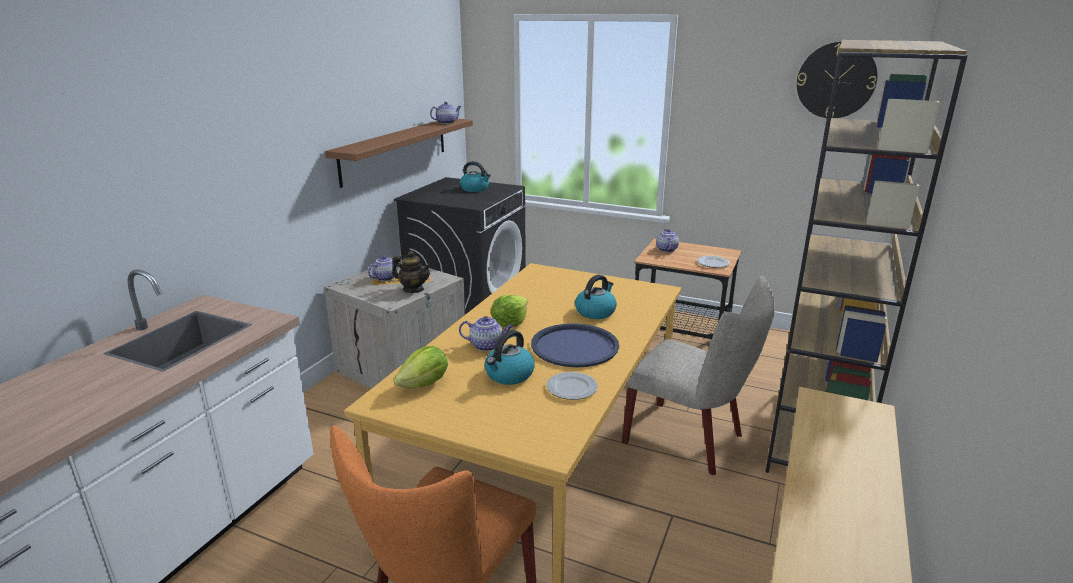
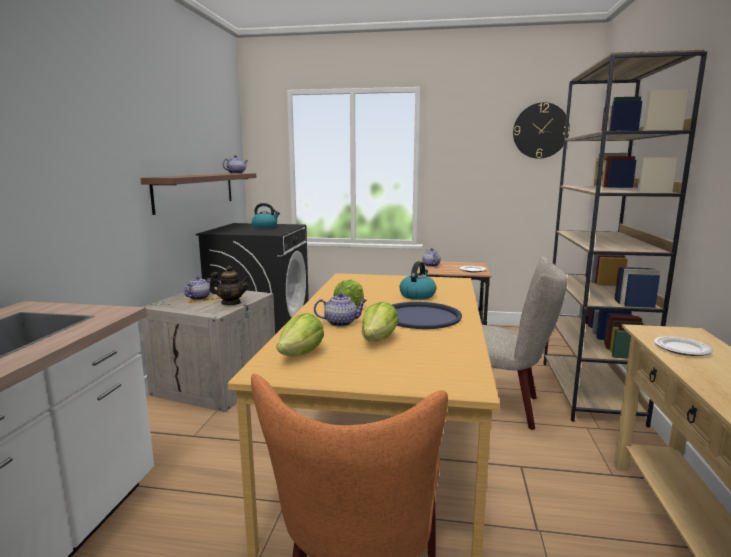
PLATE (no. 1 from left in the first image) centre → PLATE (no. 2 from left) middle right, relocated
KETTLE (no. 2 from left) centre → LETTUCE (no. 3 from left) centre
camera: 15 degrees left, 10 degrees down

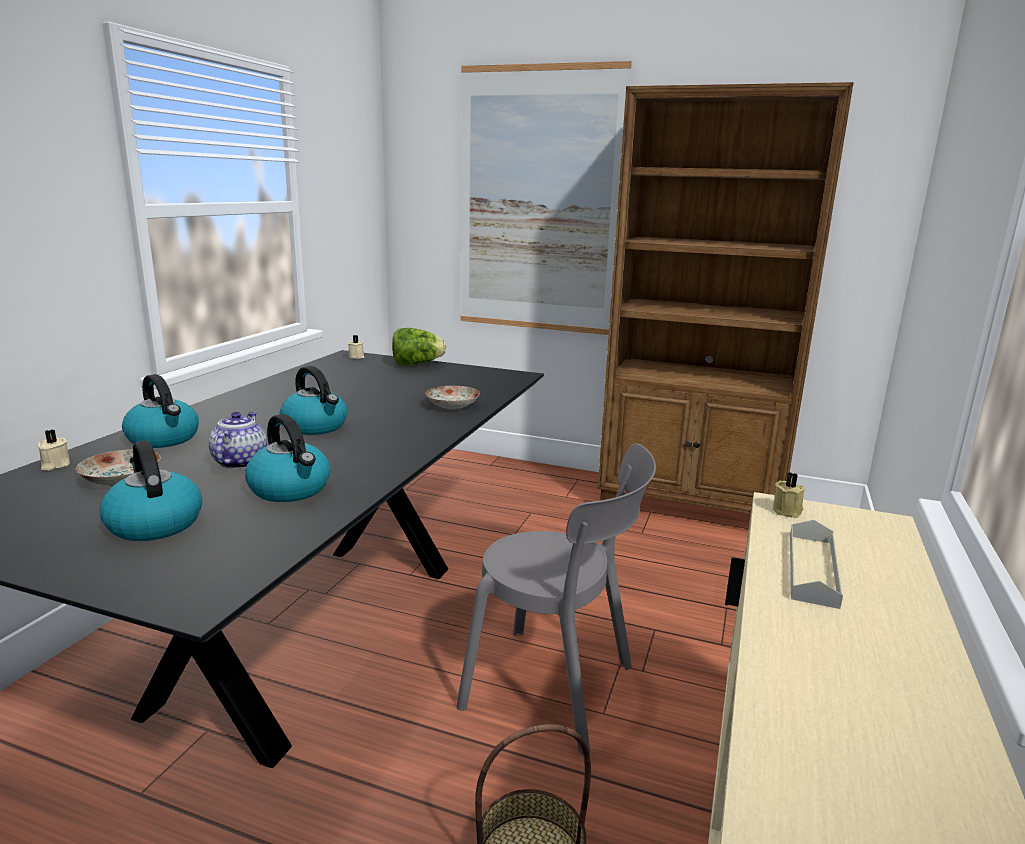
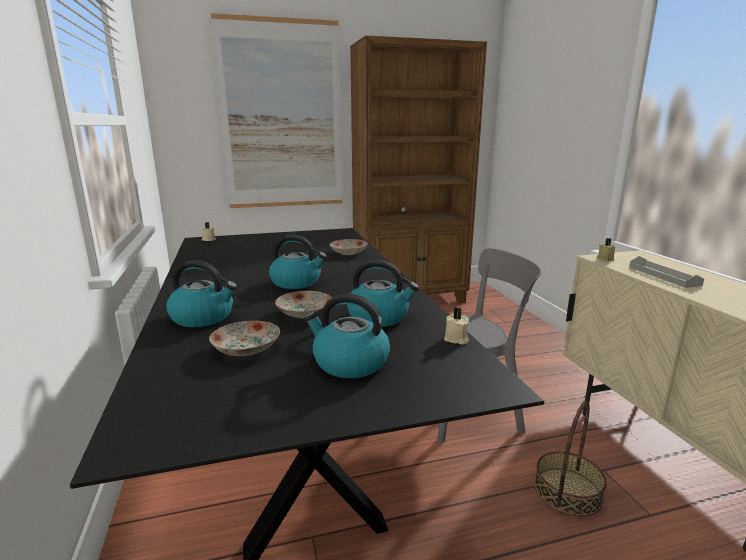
LETTUCE centre → -
BEIGE CANDLE (no. 1 from left in the first image) middle left → BEIGE CANDLE (no. 2 from left) centre, relocated
TEAPOT middle left → PLATE (no. 2 from left) centre
camera: 35 degrees left, 0 degrees up

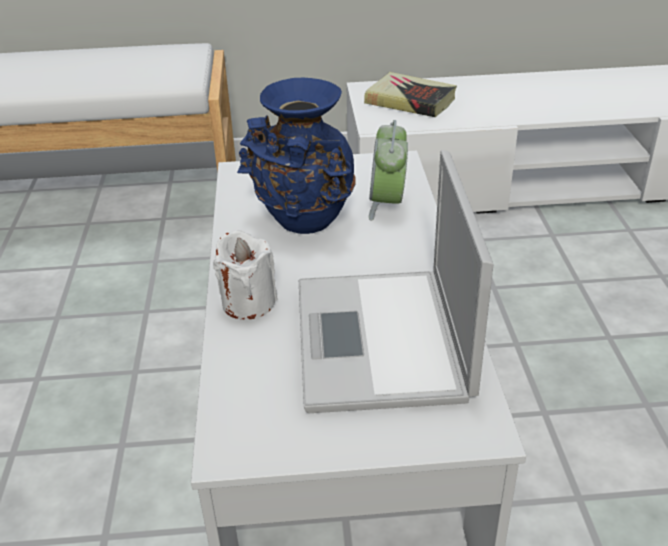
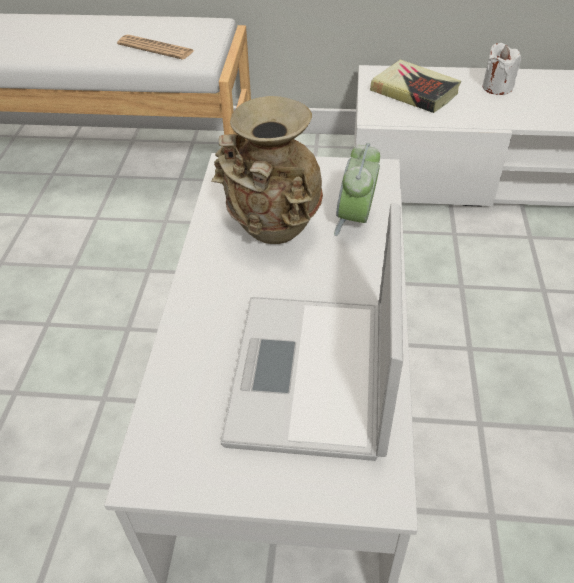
- → NEWSPAPER top left
WHITE CANDLE centre → WHITE CANDLE top right, relocated
BLUE VASE top centre → BEIGE VASE top centre
camera: 10 degrees right, 10 degrees up

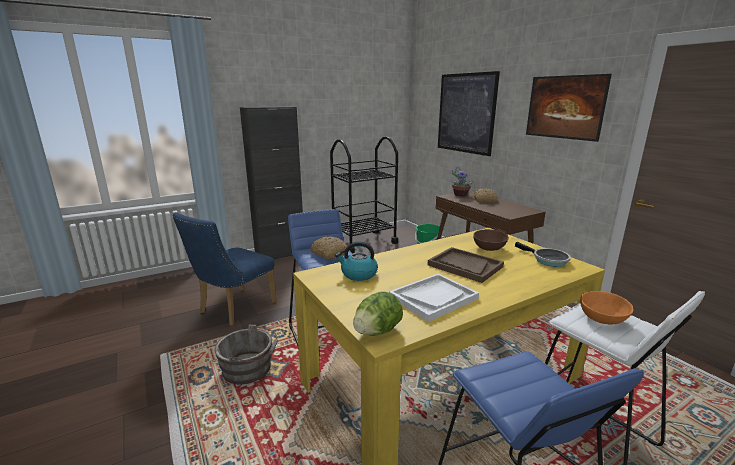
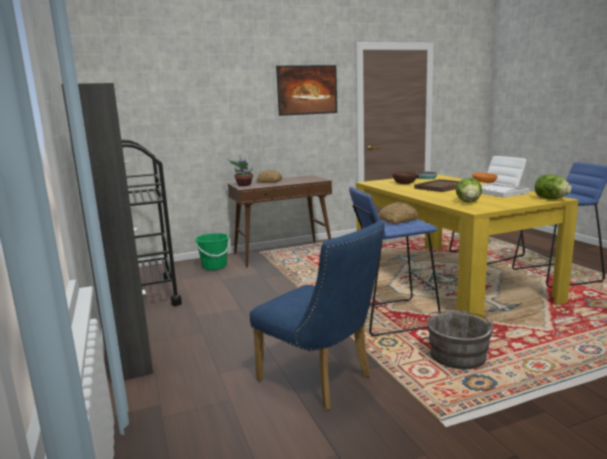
PICTURE (no. 1 from left) top centre → -
KETTLE centre → LETTUCE (no. 1 from left) middle right
camera: 80 degrees left, 5 degrees down

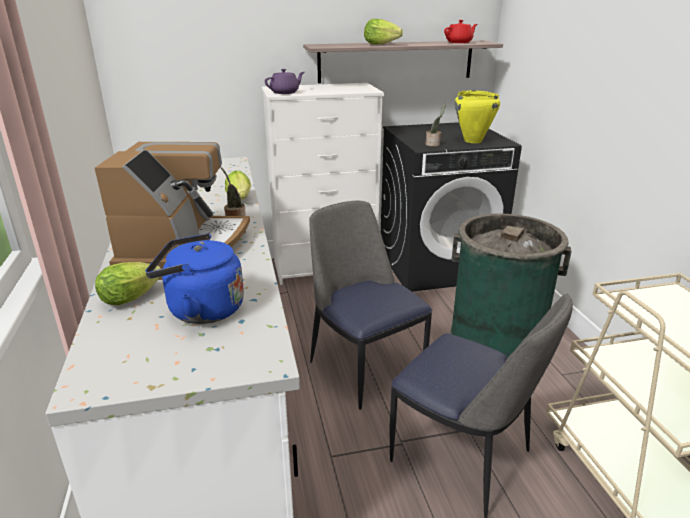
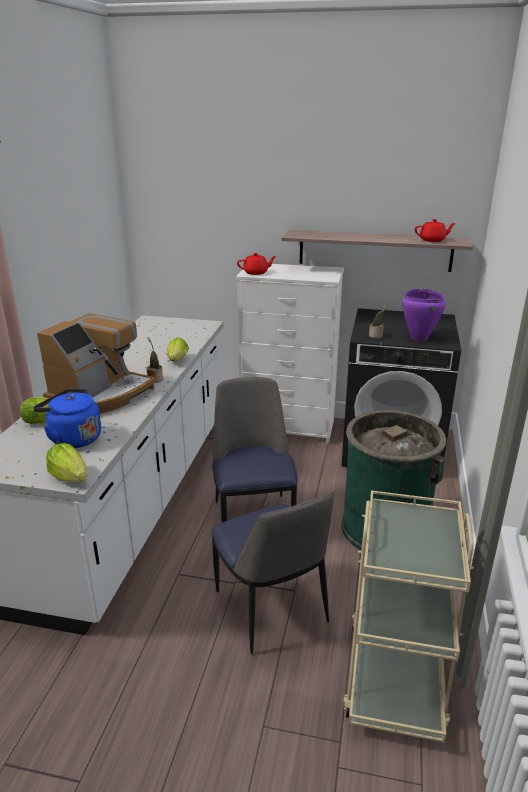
LETTUCE (no. 3 from left in the first image) top centre → LETTUCE (no. 2 from left) middle left, relocated
PURPLE TEAPOT top centre → RED TEAPOT (no. 1 from left) centre
YELLOW COOKING POT top right → PURPLE COOKING POT middle right
camera: 25 degrees right, 0 degrees up

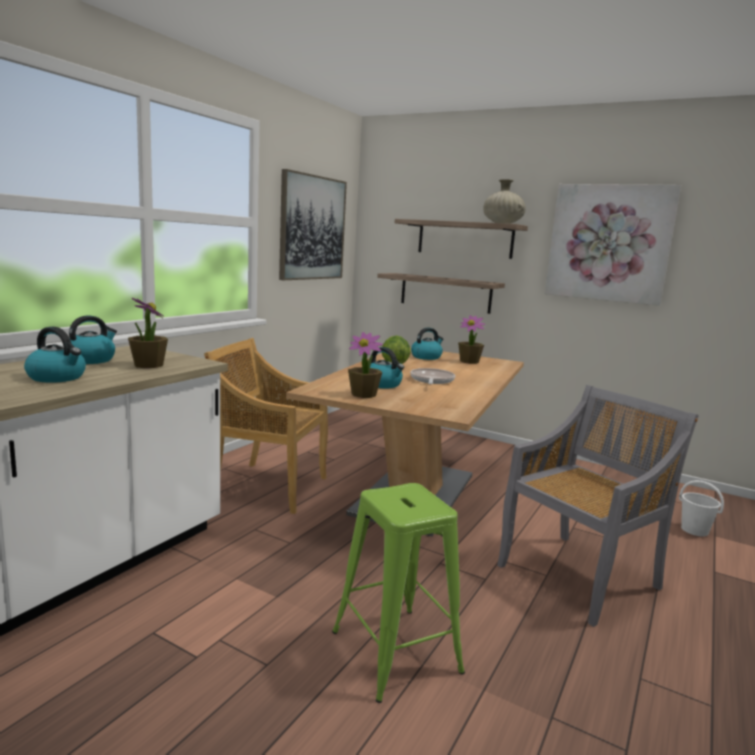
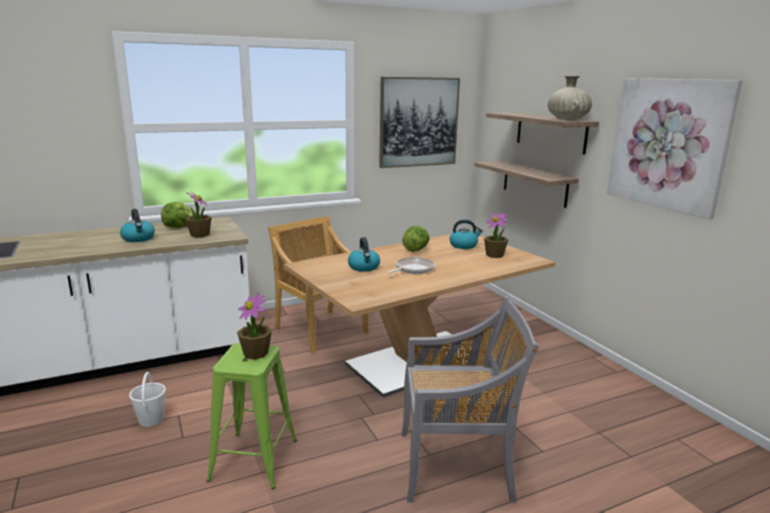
POTTED PLANT (no. 2 from left) centre → POTTED PLANT (no. 2 from left) middle left, relocated
WHITE BUCKET bottom right → WHITE BUCKET bottom left, relocated
KETTLE (no. 2 from left) middle left → LETTUCE (no. 1 from left) middle left
camera: 35 degrees right, 5 degrees up

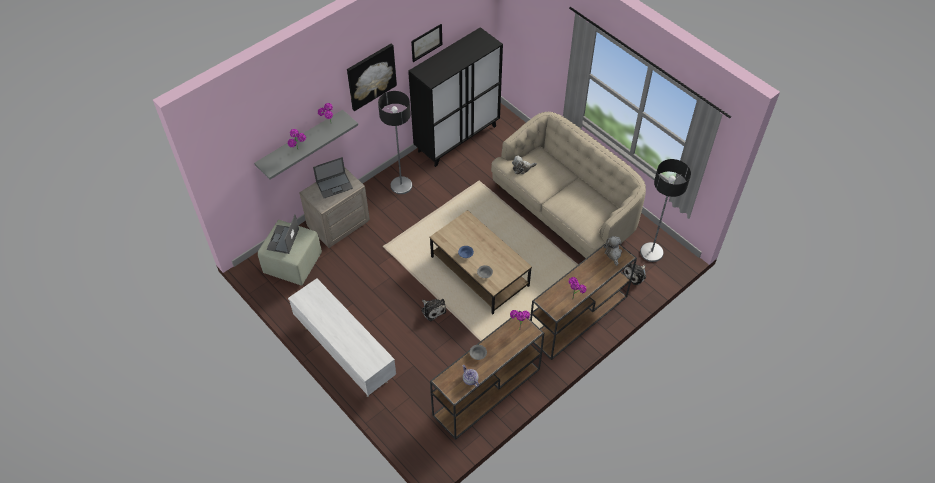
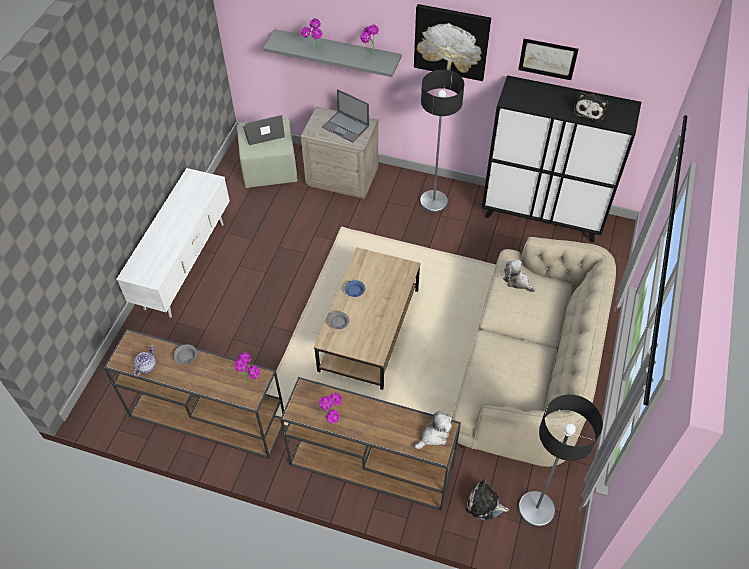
PLUSH TOY (no. 1 from left in the first image) centre → PLUSH TOY (no. 4 from left) top right, relocated
camera: 60 degrees right, 0 degrees up

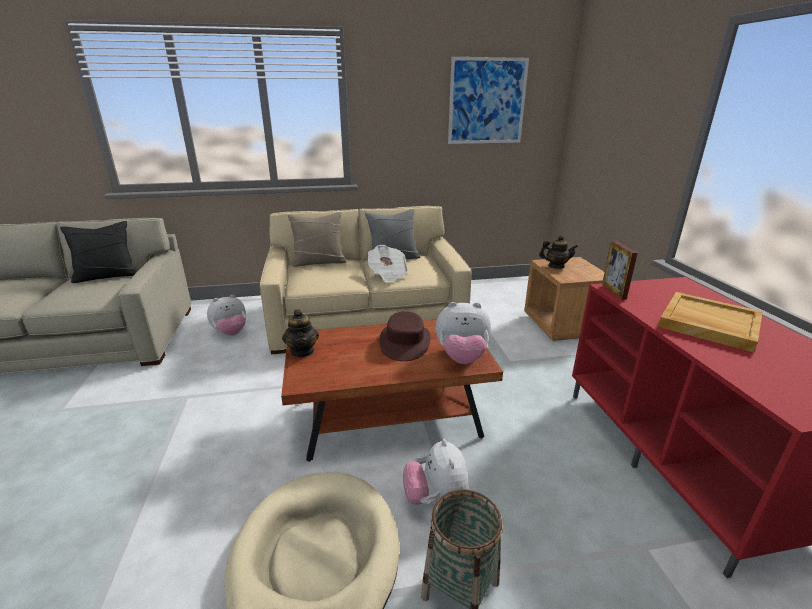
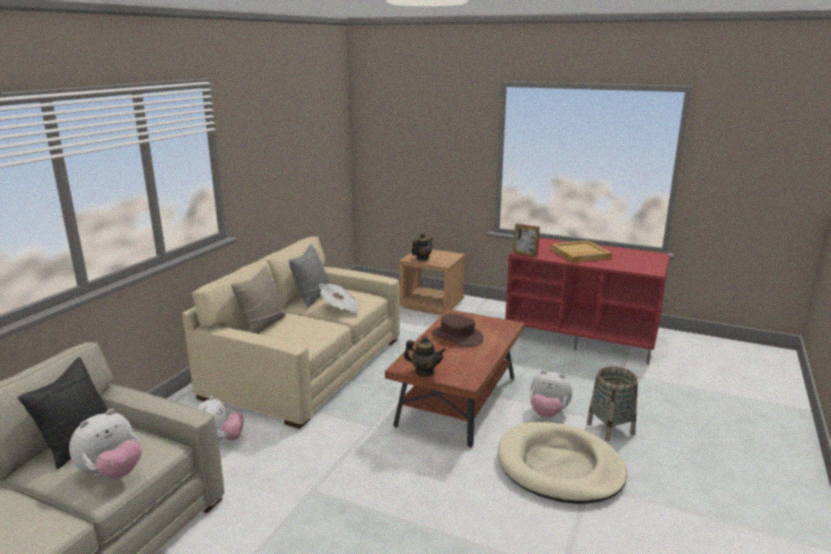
PICTURE top centre → -
PLUSH TOY (no. 3 from left in the first image) centre → PLUSH TOY (no. 1 from left) bottom left, relocated
camera: 55 degrees left, 5 degrees down

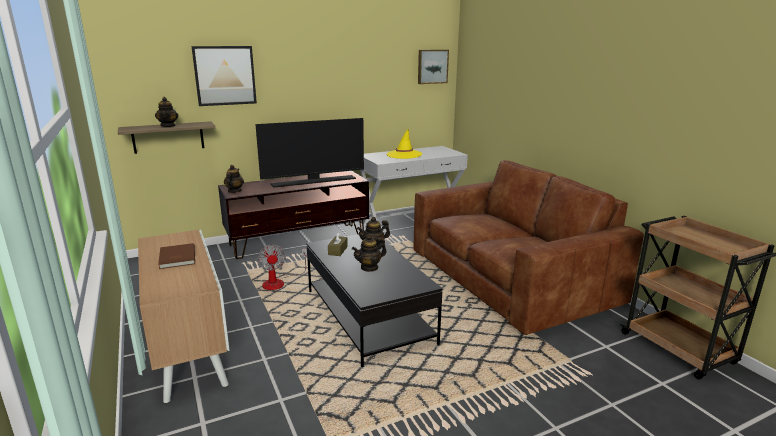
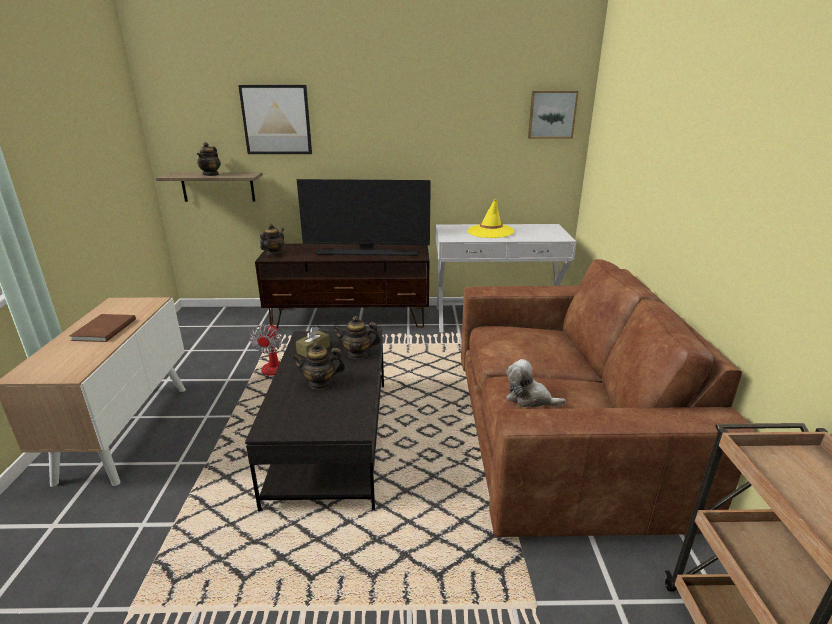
- → PLUSH TOY centre
camera: 25 degrees right, 5 degrees up

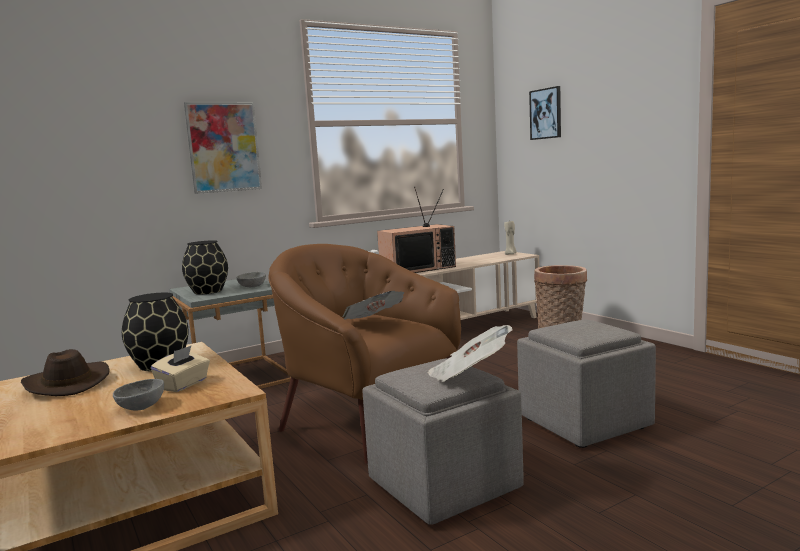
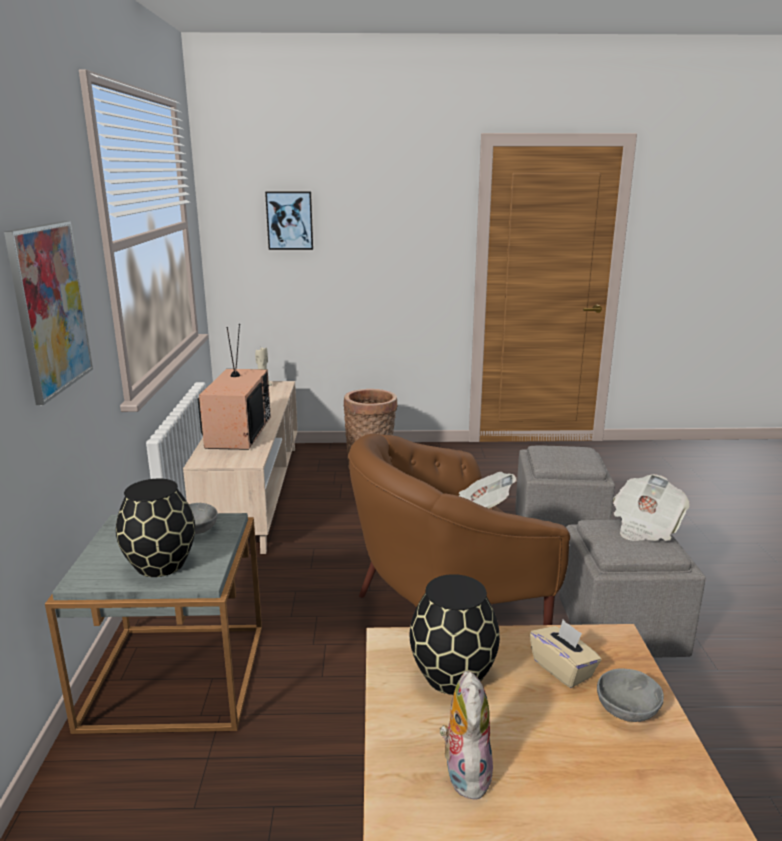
BROWN HAT bottom left → PLUSH TOY bottom centre
camera: 60 degrees left, 10 degrees up

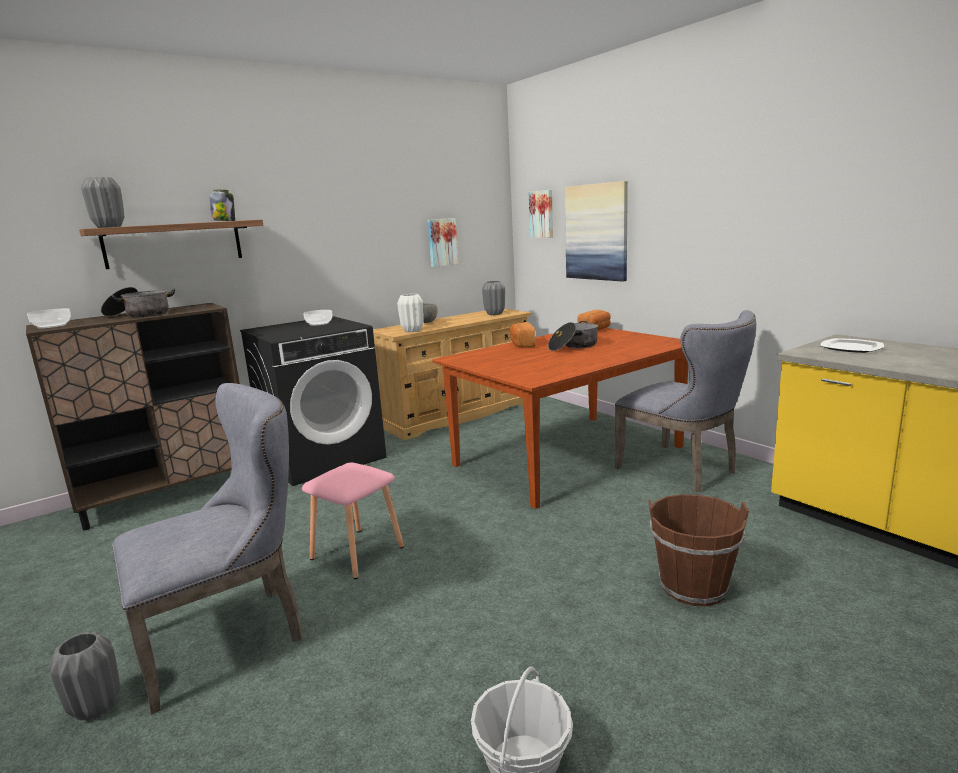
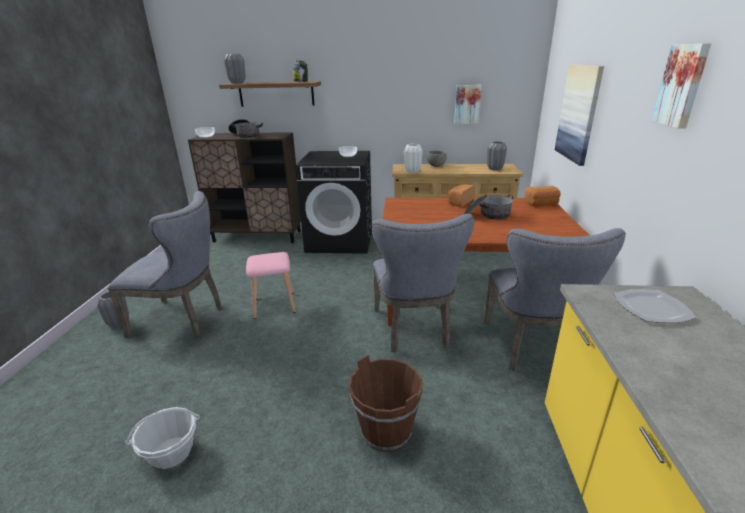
- → GREY CHAIR (no. 2 from left) centre
PICTURE (no. 2 from left in the first image) top centre → PICTURE (no. 3 from left) top right, relocated
camera: 40 degrees right, 10 degrees up

